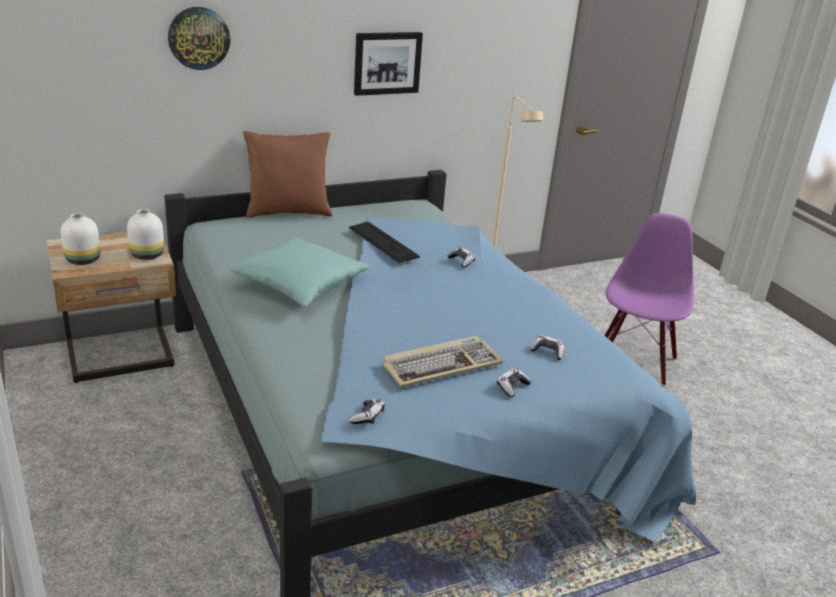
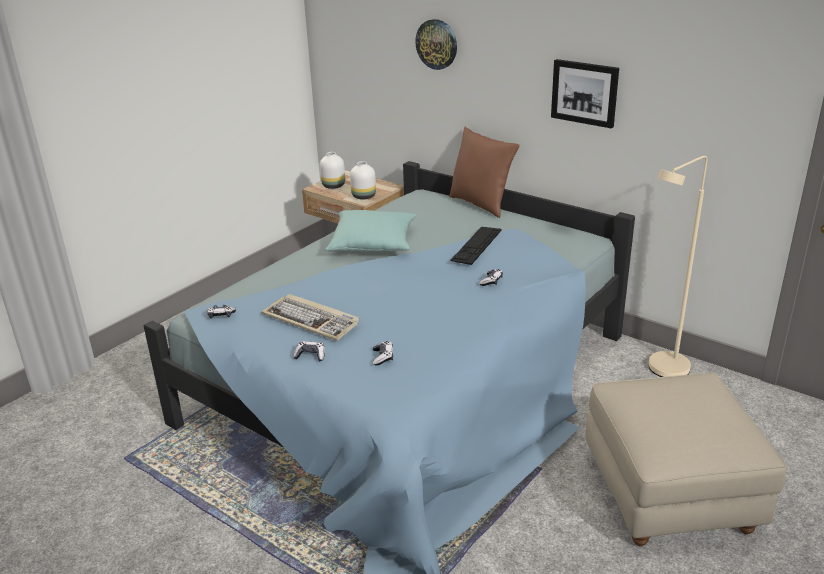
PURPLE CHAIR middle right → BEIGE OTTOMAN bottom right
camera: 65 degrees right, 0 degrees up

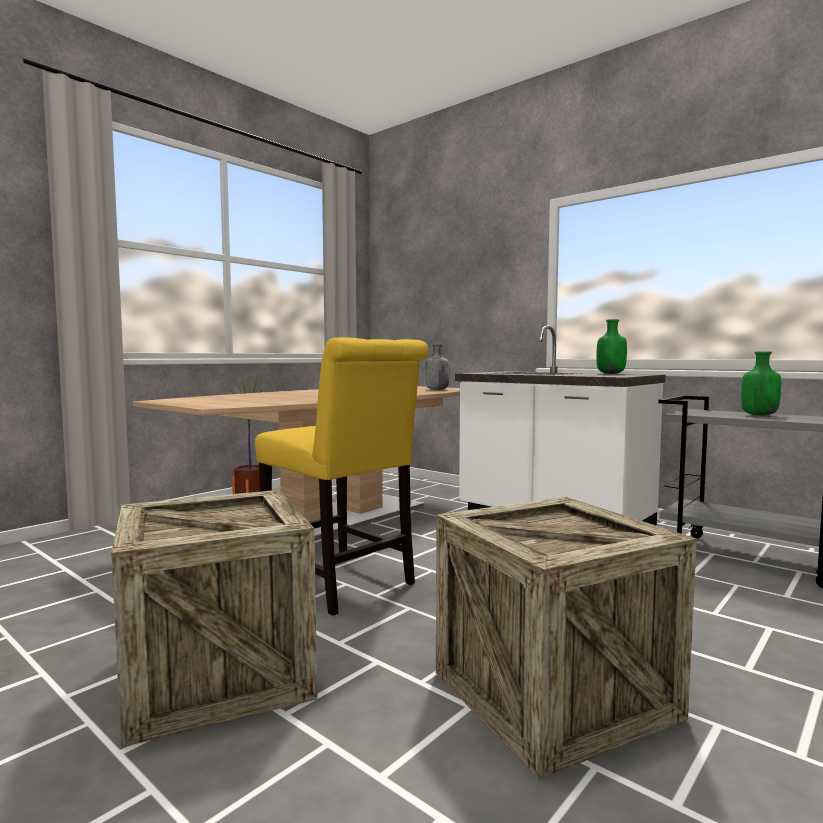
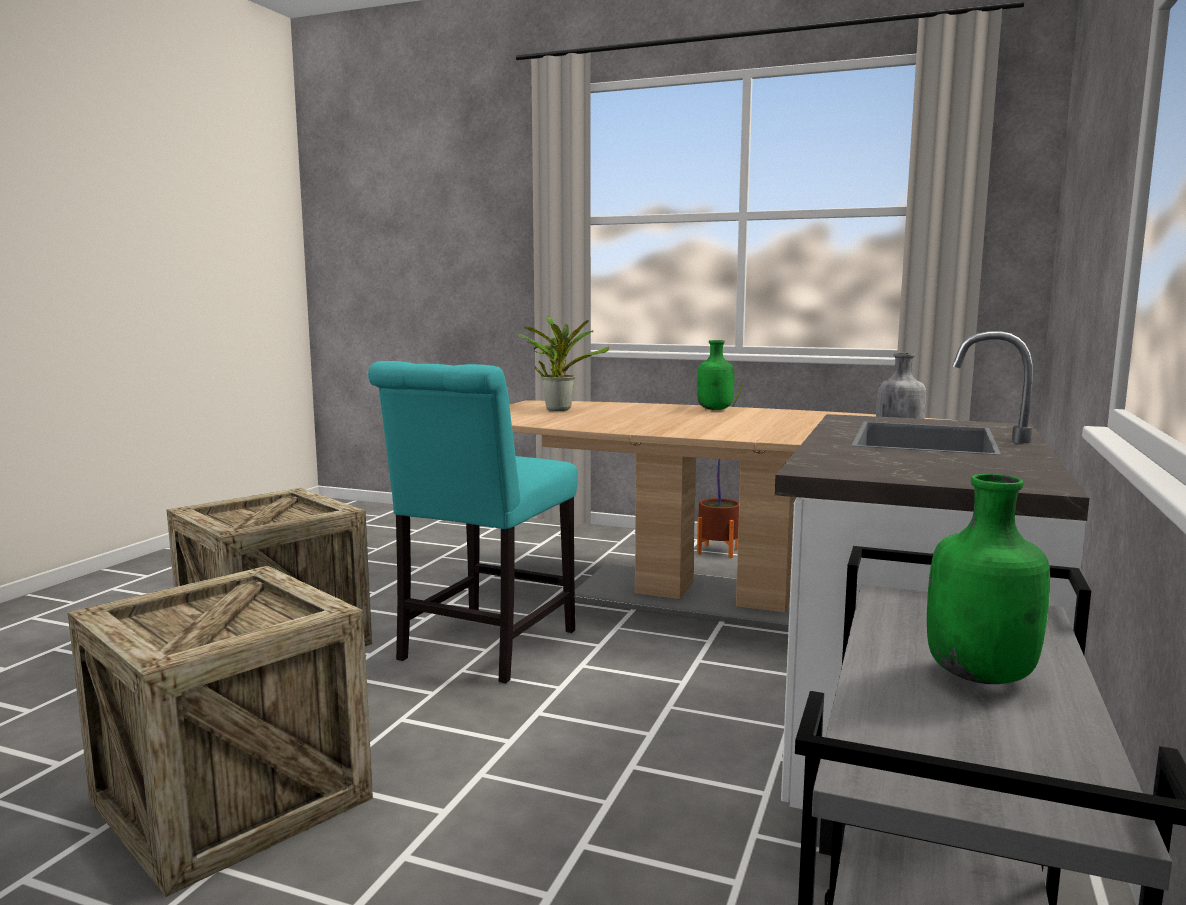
- → POTTED PLANT (no. 1 from left) centre
GREEN BOTTLE (no. 1 from left) middle right → GREEN BOTTLE (no. 1 from left) centre, relocated
YELLOW CHAIR centre → TURQUOISE CHAIR centre
camera: 70 degrees right, 5 degrees up

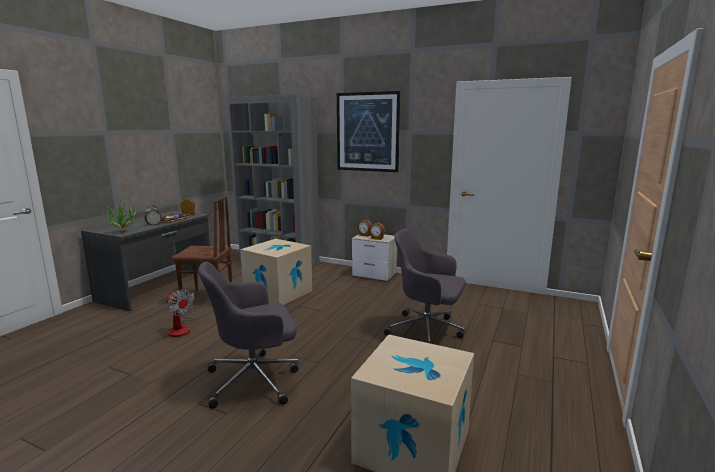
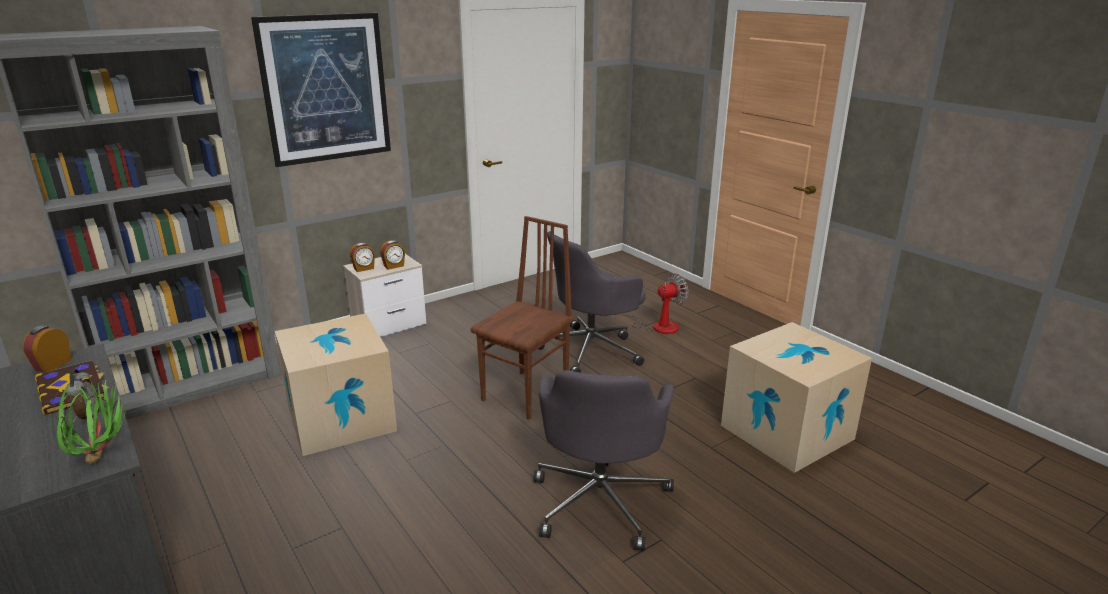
FAN middle left → FAN centre, relocated
BROWN CHAIR middle left → BROWN CHAIR centre, relocated
camera: 60 degrees left, 10 degrees up

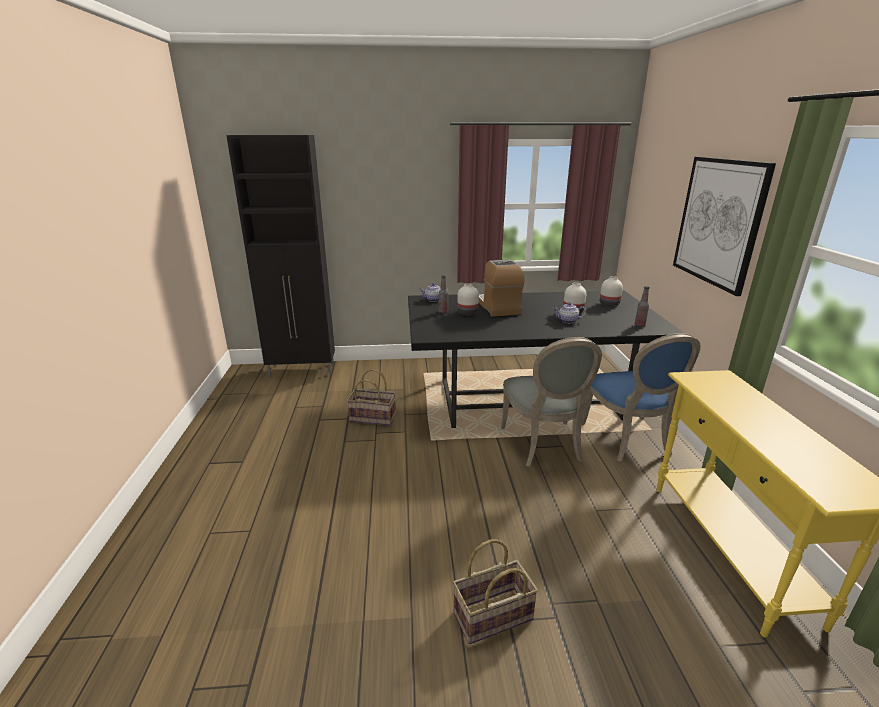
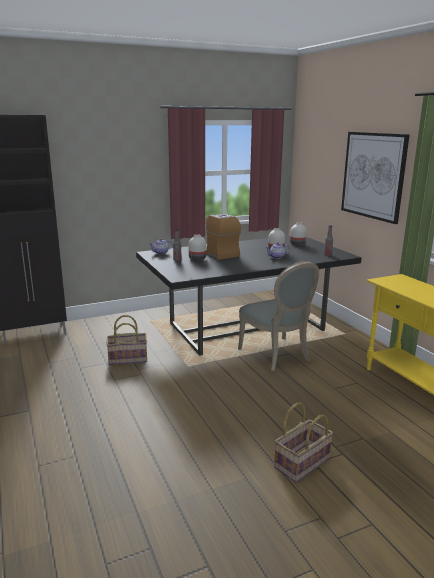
BLUE CHAIR middle right → -
camera: 20 degrees left, 5 degrees down

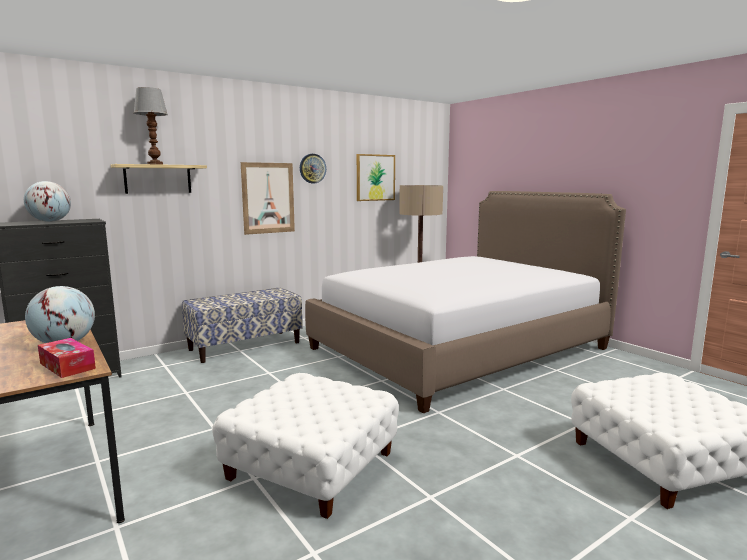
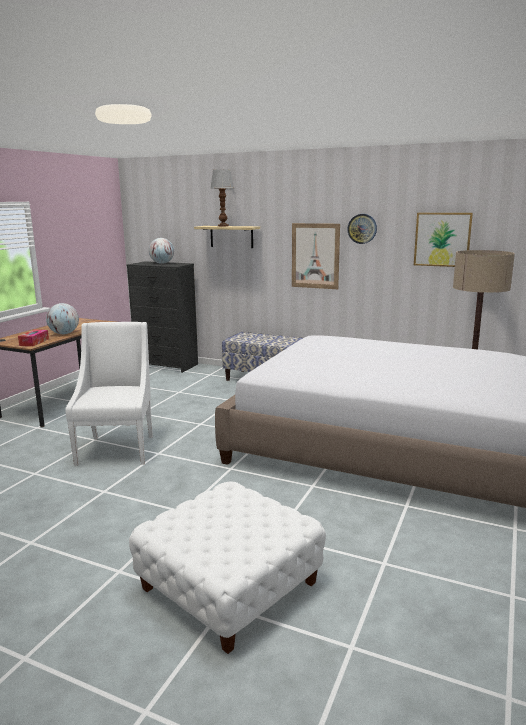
WHITE OTTOMAN (no. 1 from left) bottom centre → WHITE ARMCHAIR middle left
camera: 60 degrees right, 5 degrees up

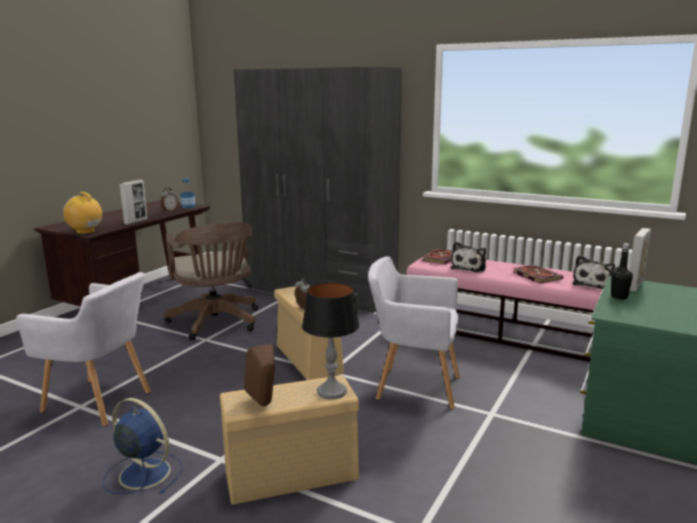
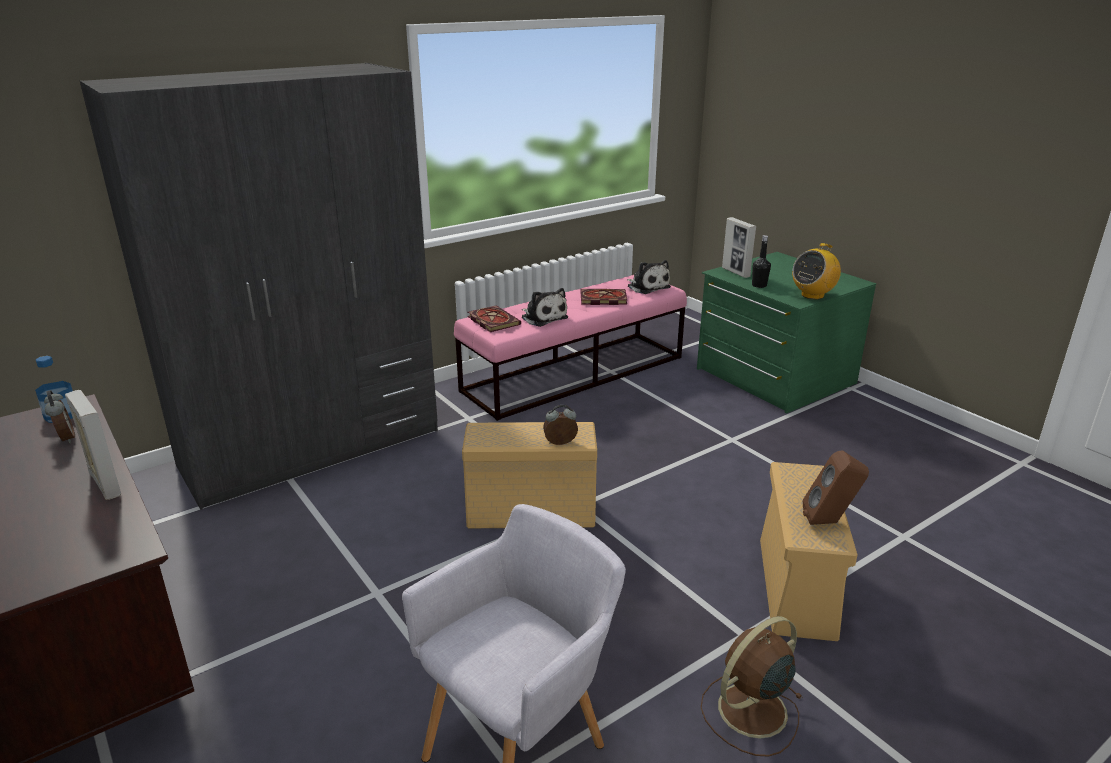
BROWN OFFICE CHAIR middle left → -
TABLE LAMP centre → -
GREY ARMCHAIR (no. 2 from left) centre → -
RADIO middle left → RADIO middle right, relocated
BLUE FAN bottom left → BROWN FAN bottom right
camera: 65 degrees left, 10 degrees up

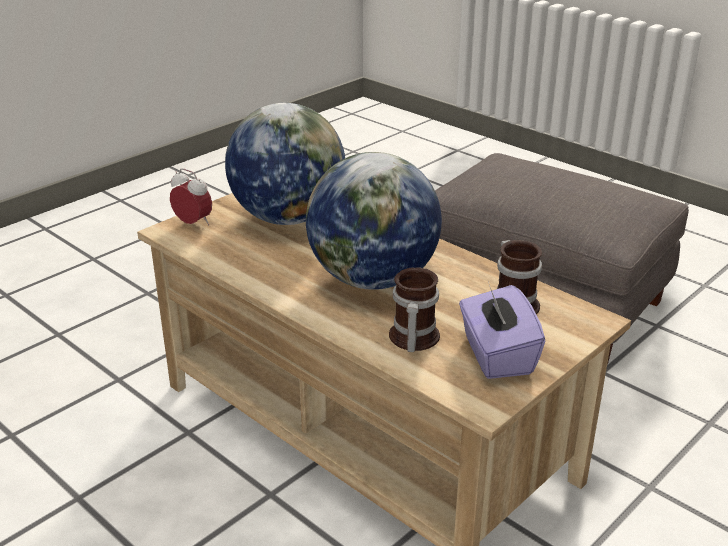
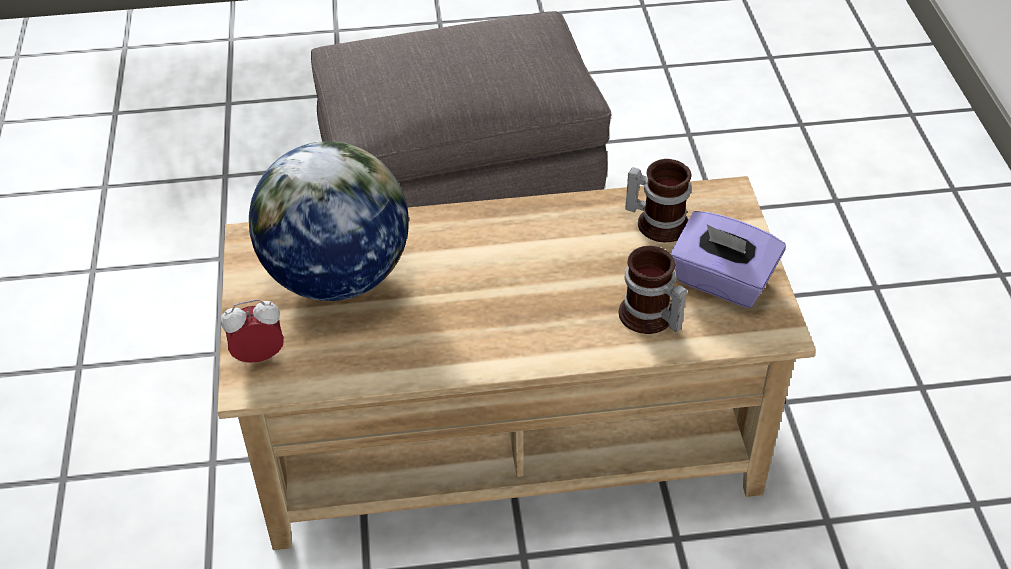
GLOBE (no. 2 from left) centre → -
camera: 50 degrees left, 15 degrees up

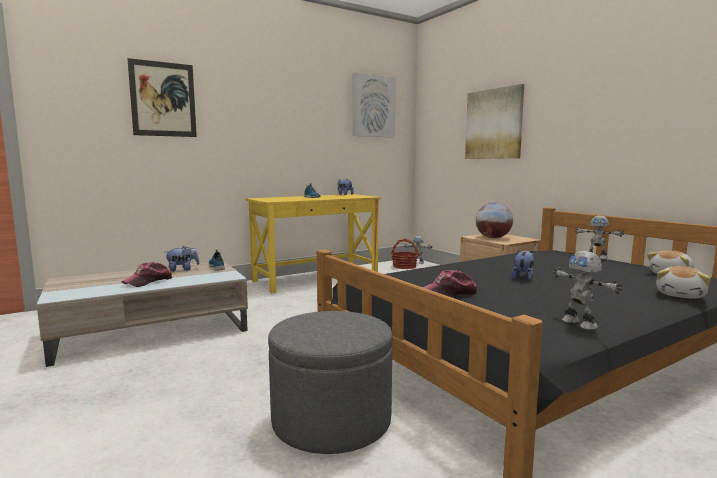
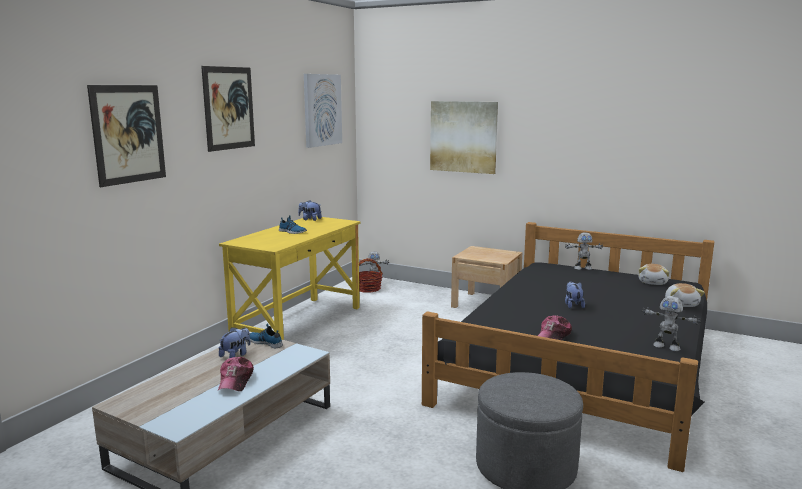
GLOBE middle right → -
- → PICTURE (no. 2 from left) top left
camera: 30 degrees left, 5 degrees up

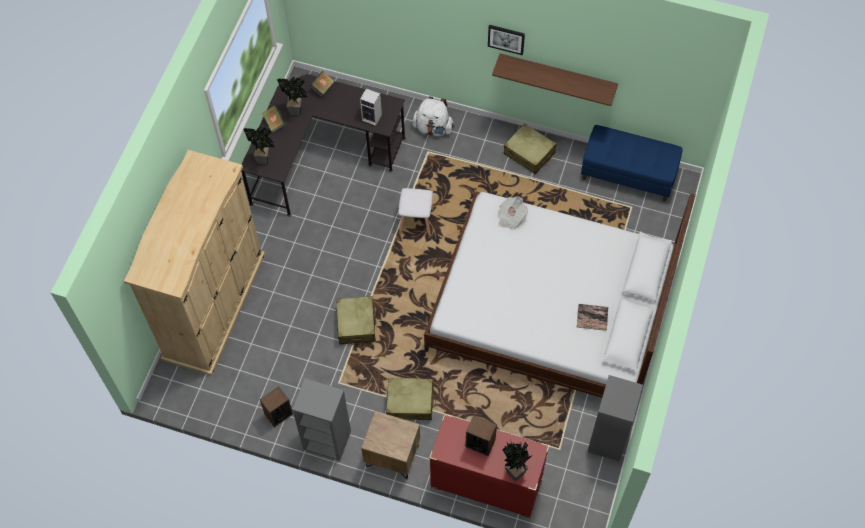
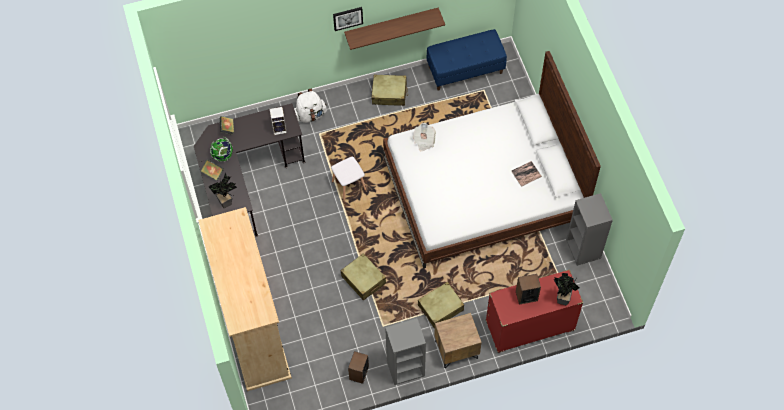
POTTED PLANT (no. 2 from left) top centre → GLOBE middle left
camera: 35 degrees left, 0 degrees up

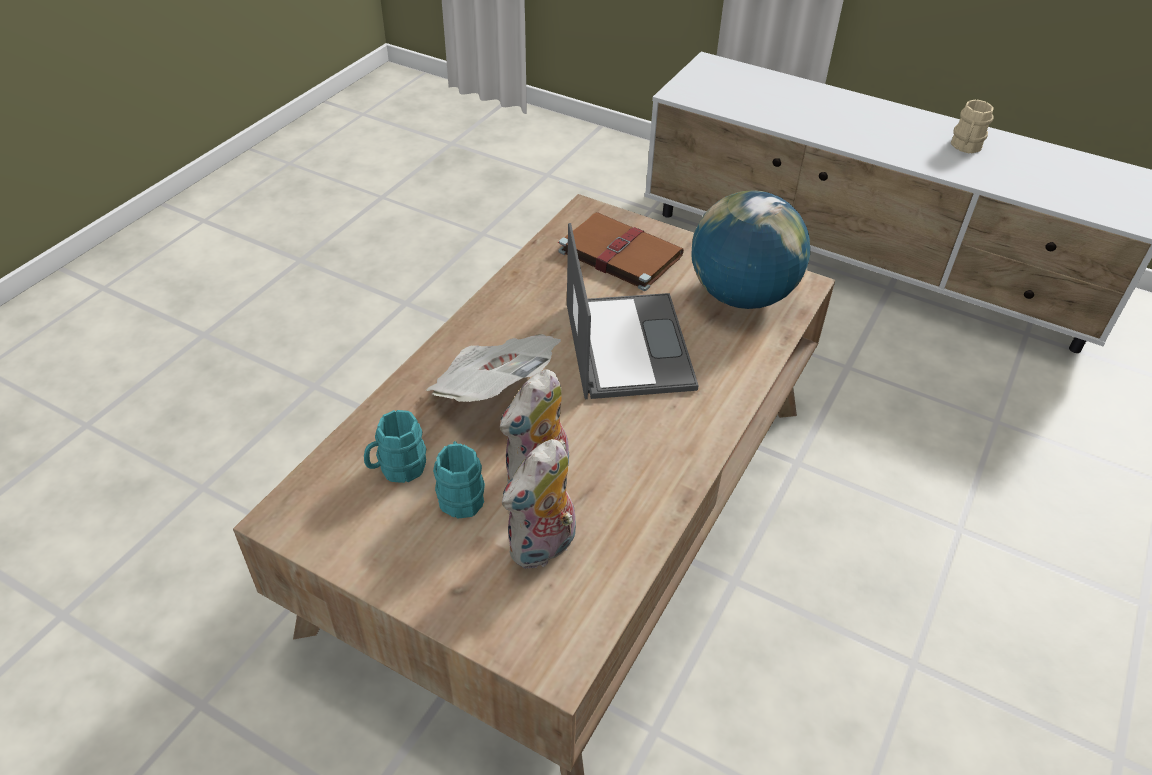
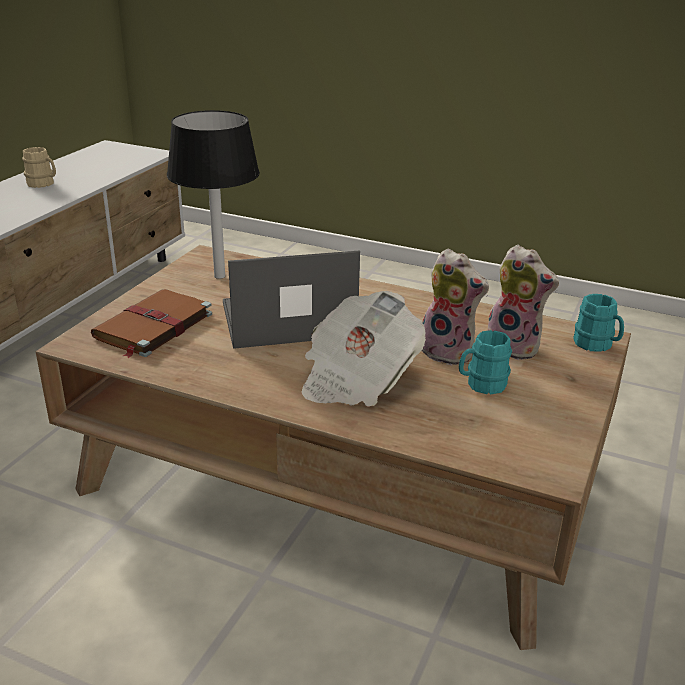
TURQUOISE MUG (no. 1 from left in the first image) centre → TURQUOISE MUG (no. 2 from left) middle right, relocated
GLOBE top centre → BLACK TABLE LAMP top left
camera: 95 degrees left, 15 degrees down

